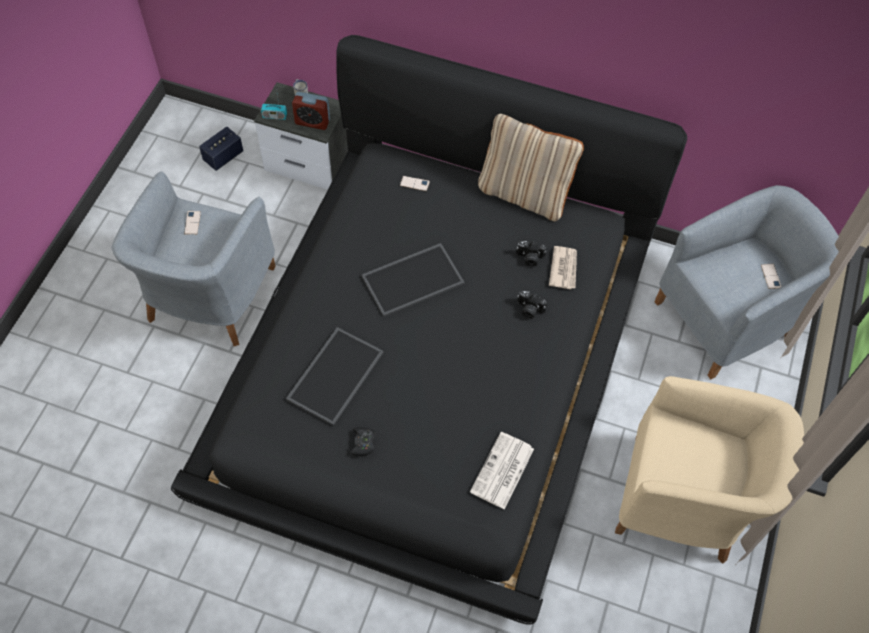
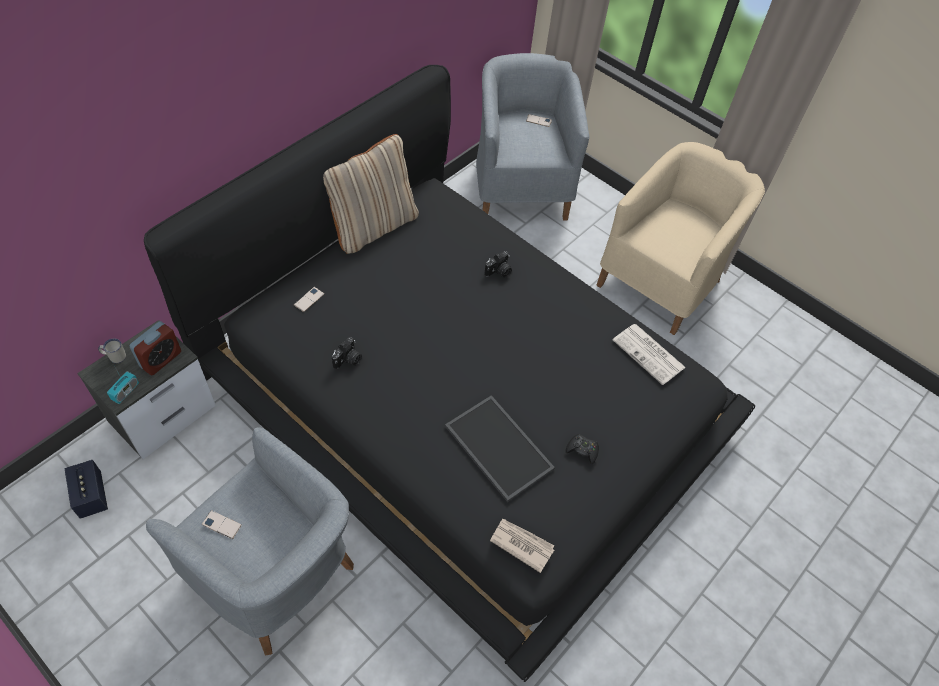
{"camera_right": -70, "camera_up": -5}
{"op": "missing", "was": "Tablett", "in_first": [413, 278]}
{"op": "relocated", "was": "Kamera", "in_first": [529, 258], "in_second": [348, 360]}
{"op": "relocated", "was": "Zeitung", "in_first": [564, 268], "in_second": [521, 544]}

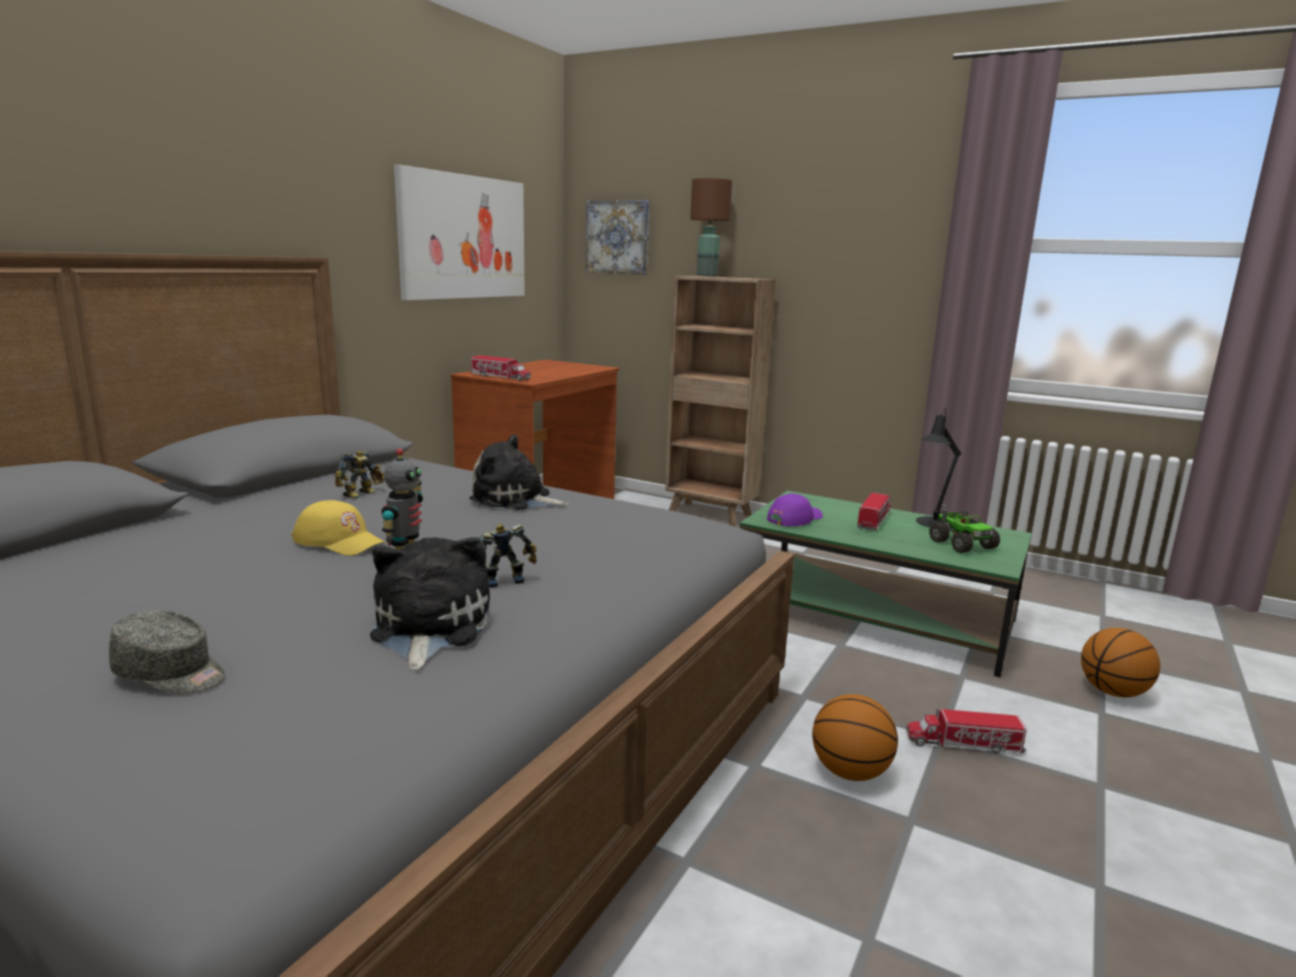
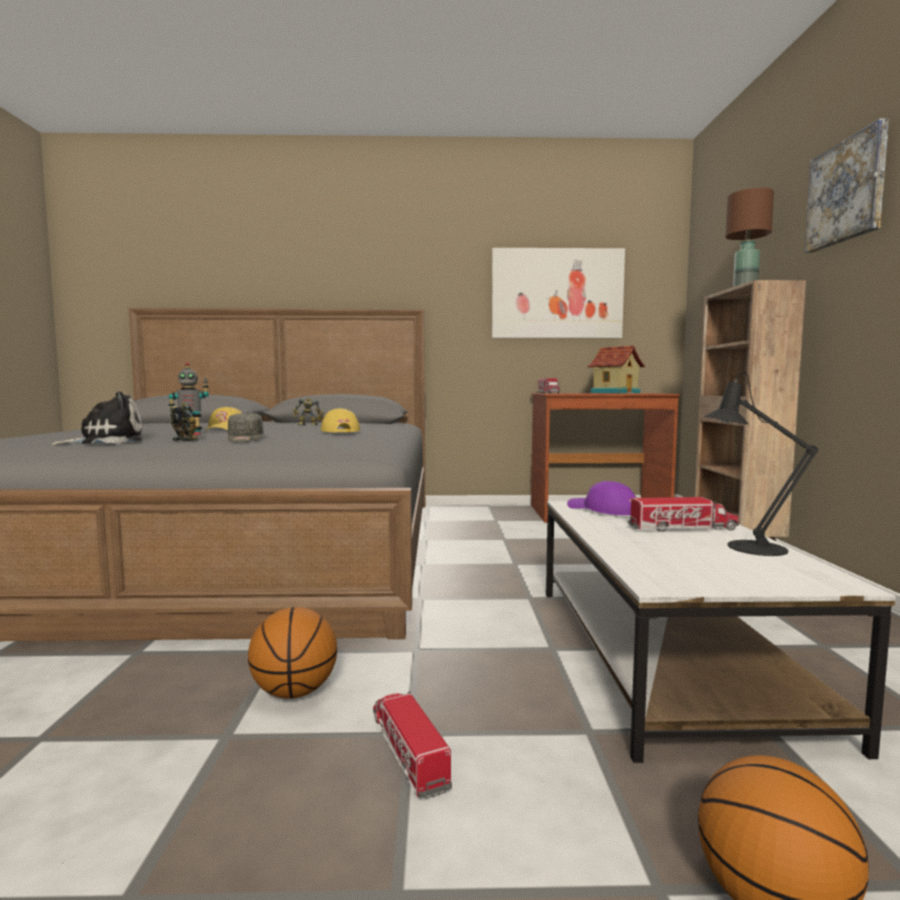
{"camera_right": 60, "camera_up": -10}
{"op": "relocated", "was": "Kappe [grau]", "in_first": [172, 674], "in_second": [245, 439]}
{"op": "exchanged", "was": "Plüschtier", "now": "Kappe [gelb]", "in_first": [515, 499], "in_second": [338, 431]}
{"op": "relocated", "was": "Bild", "in_first": [618, 237], "in_second": [847, 191]}
{"op": "colour", "was": "Couchtisch [grün]", "now": "Couchtisch [weiß]", "in_first": [872, 614], "in_second": [663, 652]}
{"op": "spun", "was": "Kappe [lila]", "in_first": [794, 518], "in_second": [602, 509], "clockwise": -150}
{"op": "missing", "was": "Spielzeuglaster", "in_first": [961, 544]}
{"op": "appeared", "now": "Spielzeughaus", "in_second": [615, 393]}

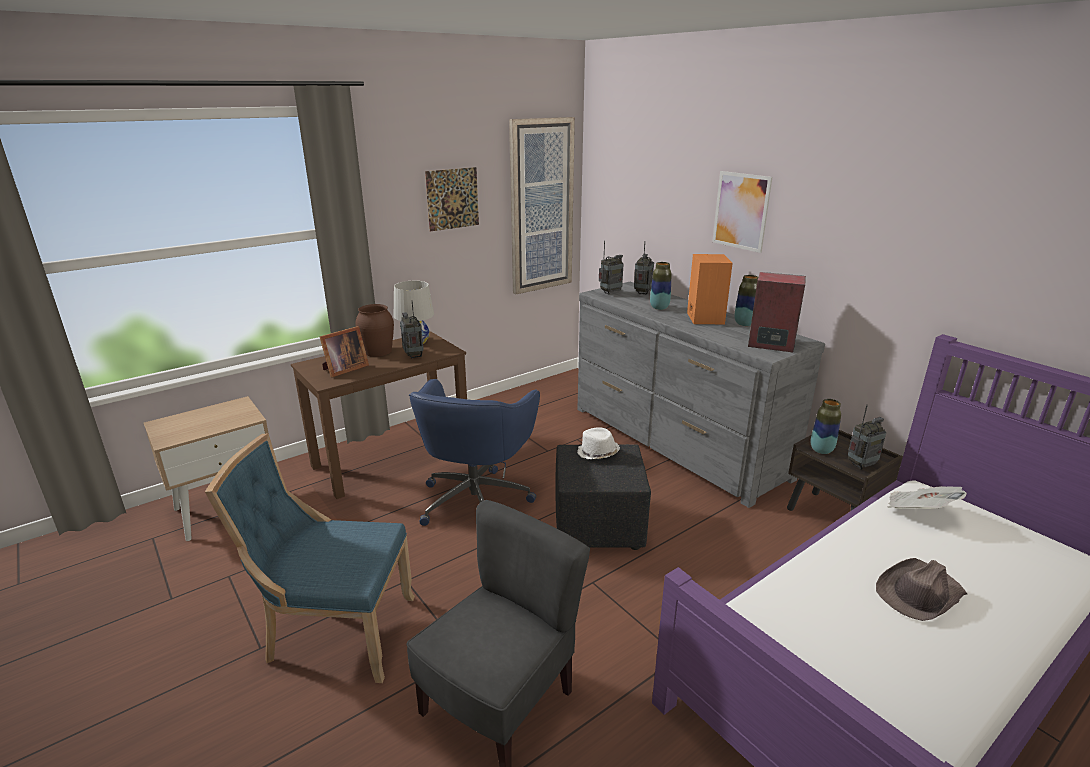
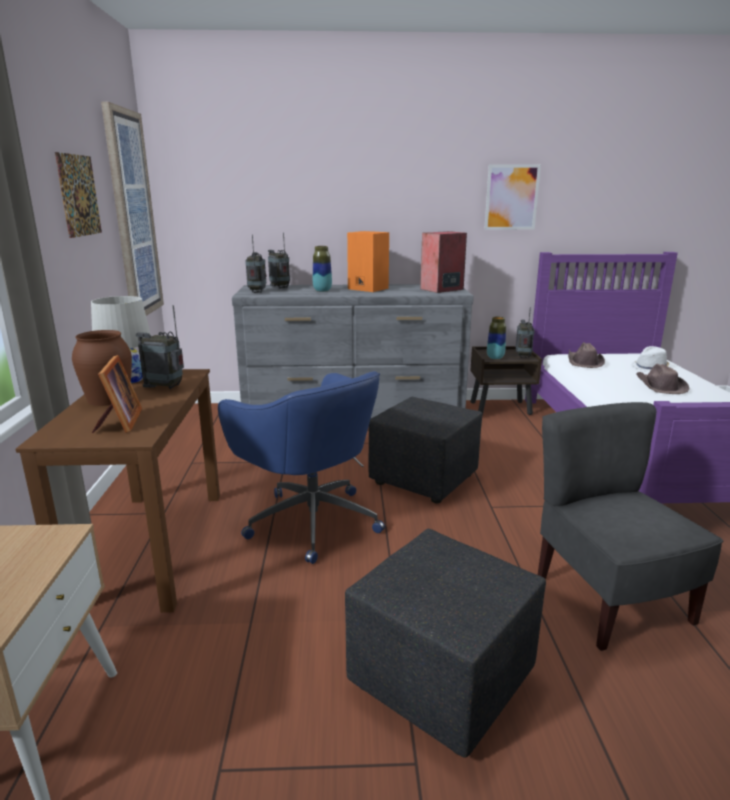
{"camera_right": -55, "camera_up": -5}
{"op": "exchanged", "was": "Stuhl [blau]", "now": "Polsterhocker [schwarz]", "in_first": [336, 632], "in_second": [439, 681]}
{"op": "relocated", "was": "Hut [weiß]", "in_first": [597, 453], "in_second": [650, 368]}
{"op": "relocated", "was": "Bild", "in_first": [741, 211], "in_second": [511, 197]}
{"op": "missing", "was": "Vase", "in_first": [744, 324]}
{"op": "exchanged", "was": "Zeitung", "now": "Hut [braun]", "in_first": [918, 511], "in_second": [584, 362]}

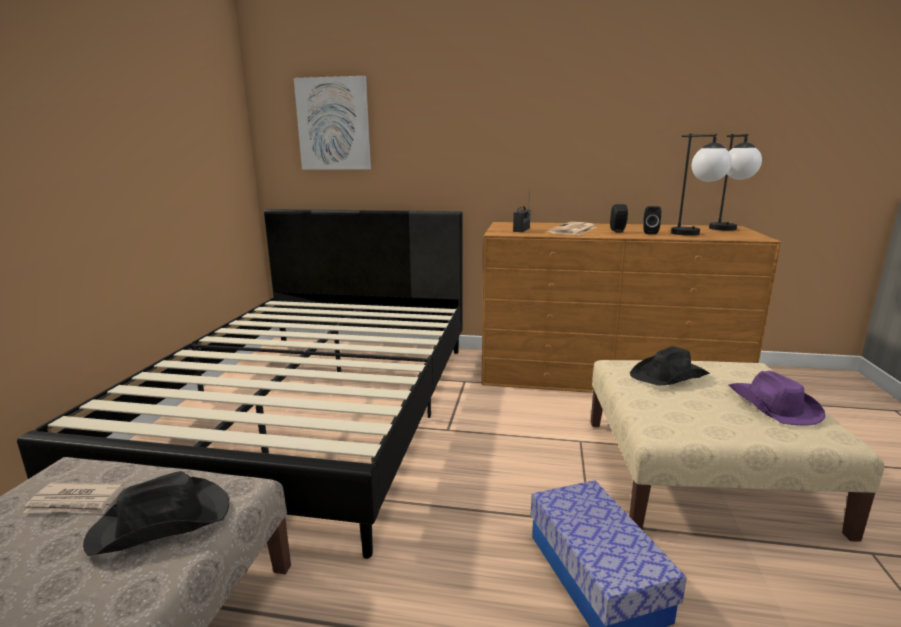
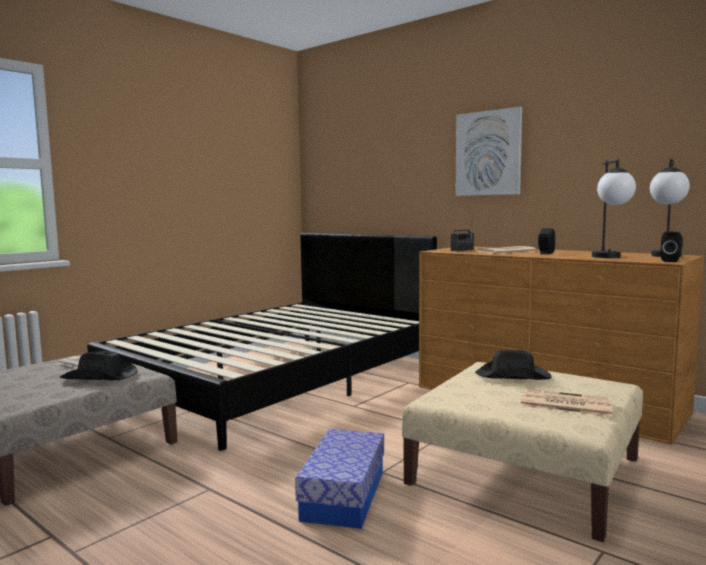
{"camera_right": 30, "camera_up": -10}
{"op": "relocated", "was": "Bild", "in_first": [333, 124], "in_second": [488, 153]}
{"op": "relocated", "was": "Lautsprecher [schwarz]", "in_first": [649, 232], "in_second": [671, 261]}
{"op": "exchanged", "was": "Hut [lila]", "now": "Zeitung", "in_first": [772, 406], "in_second": [564, 404]}

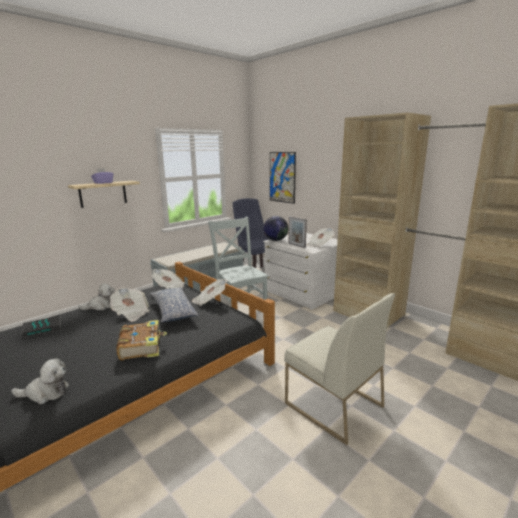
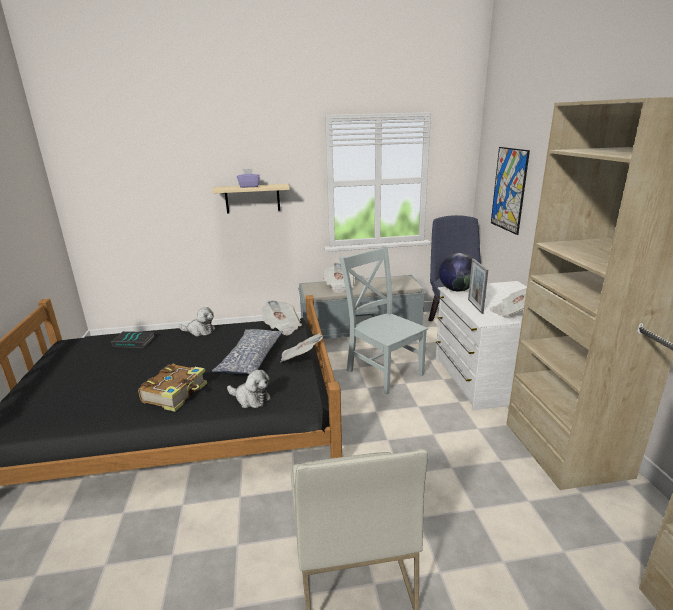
{"camera_right": 35, "camera_up": 5}
{"op": "relocated", "was": "Plüschtier", "in_first": [45, 393], "in_second": [251, 399]}
{"op": "relocated", "was": "Zeitung", "in_first": [131, 313], "in_second": [339, 286]}
{"op": "spun", "was": "Stuhl [grau]", "in_first": [240, 306], "in_second": [383, 371], "clockwise": -45}

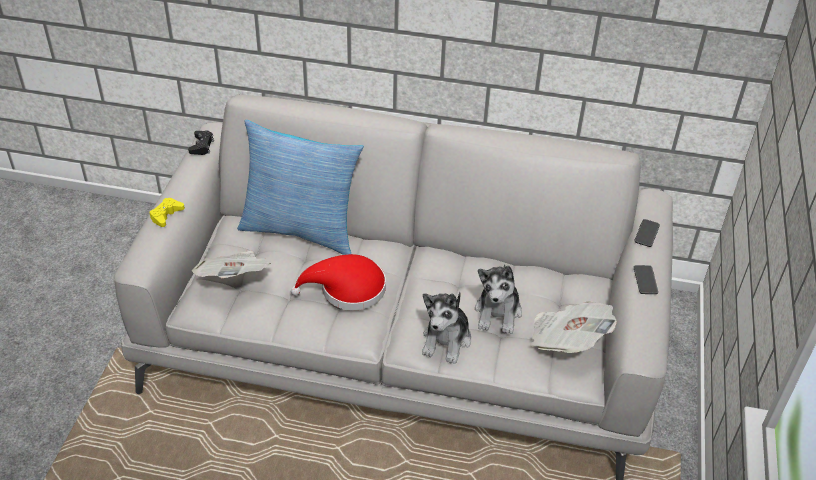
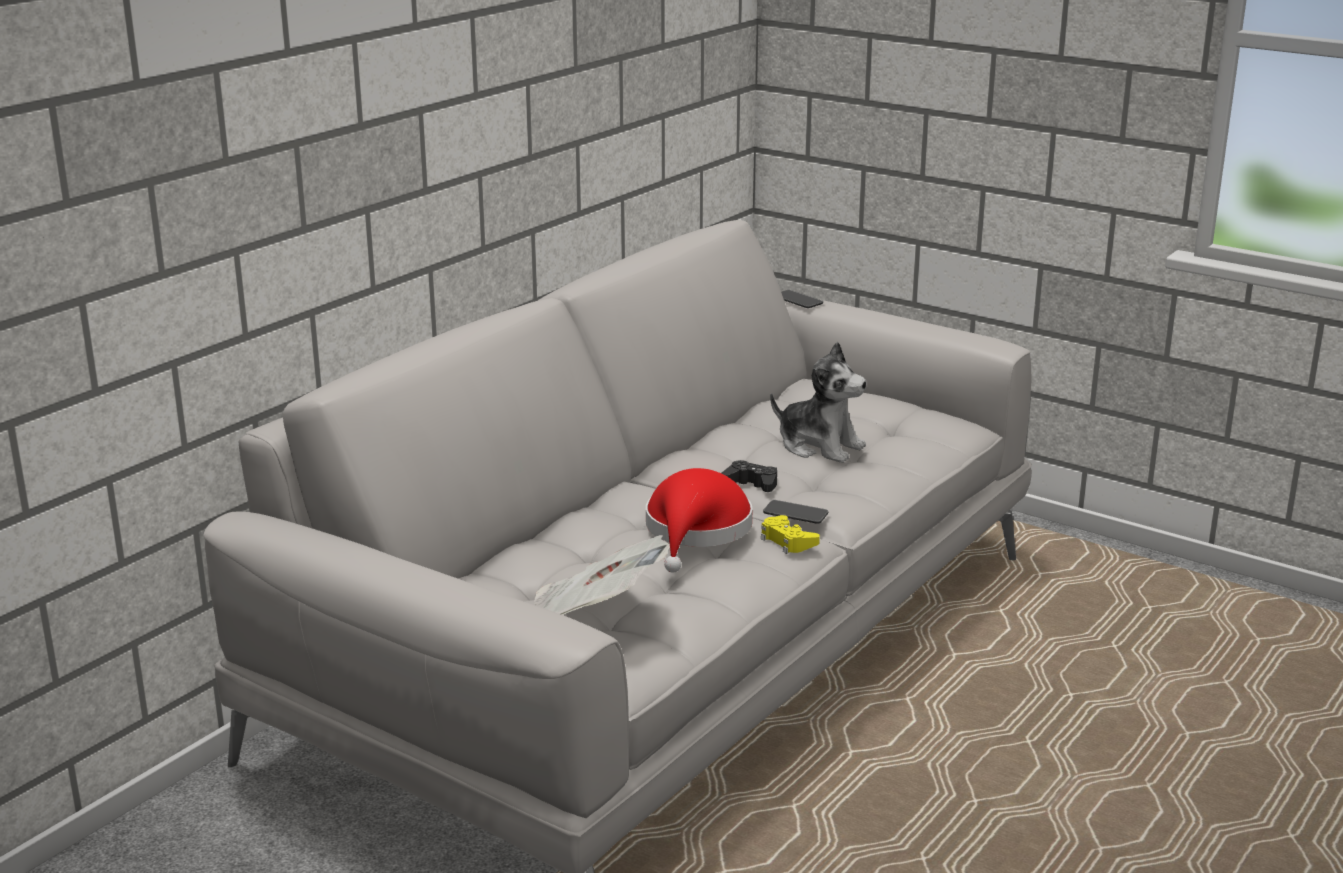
{"camera_right": -65, "camera_up": -20}
{"op": "relocated", "was": "Gamepad [gelb]", "in_first": [166, 215], "in_second": [787, 541]}
{"op": "relocated", "was": "Gamepad [schwarz]", "in_first": [202, 146], "in_second": [751, 483]}
{"op": "missing", "was": "Kissen", "in_first": [301, 229]}
{"op": "missing", "was": "Plüschtier", "in_first": [446, 340]}
{"op": "missing", "was": "Zeitung", "in_first": [567, 340]}
{"op": "relocated", "was": "Handy", "in_first": [645, 280], "in_second": [795, 513]}

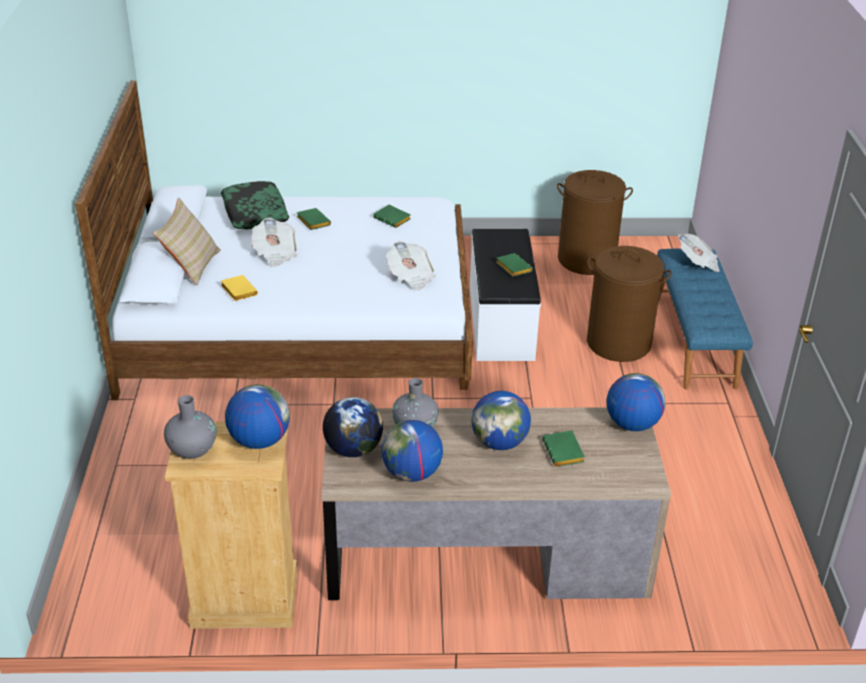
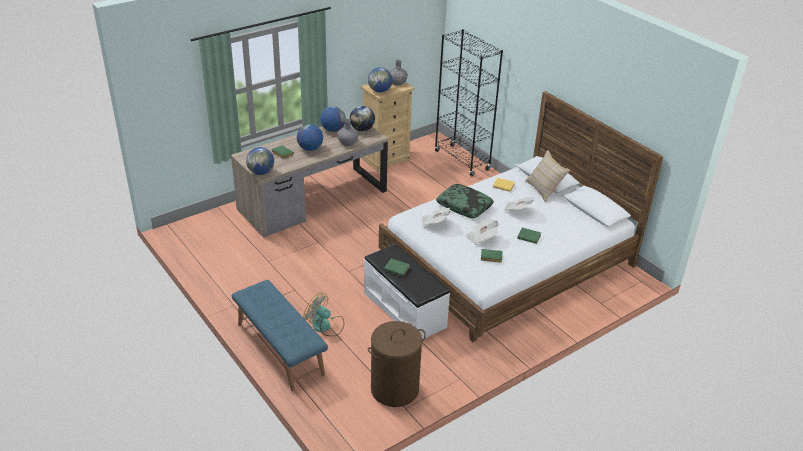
{"camera_right": 145, "camera_up": 0}
{"op": "relocated", "was": "Kissen", "in_first": [254, 213], "in_second": [464, 206]}
{"op": "exchanged", "was": "Wäschekorb [braun]", "now": "Ventilator", "in_first": [619, 343], "in_second": [325, 326]}
{"op": "relocated", "was": "Zeitung", "in_first": [698, 263], "in_second": [481, 238]}
{"op": "appeared", "now": "Bücherregal [schwarz]", "in_second": [462, 160]}

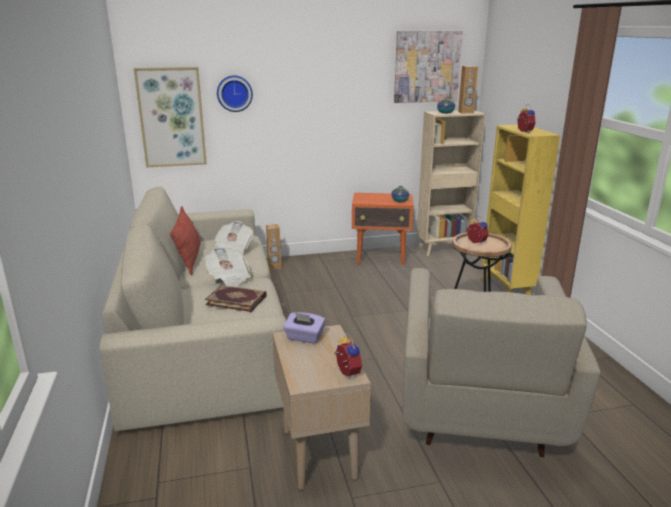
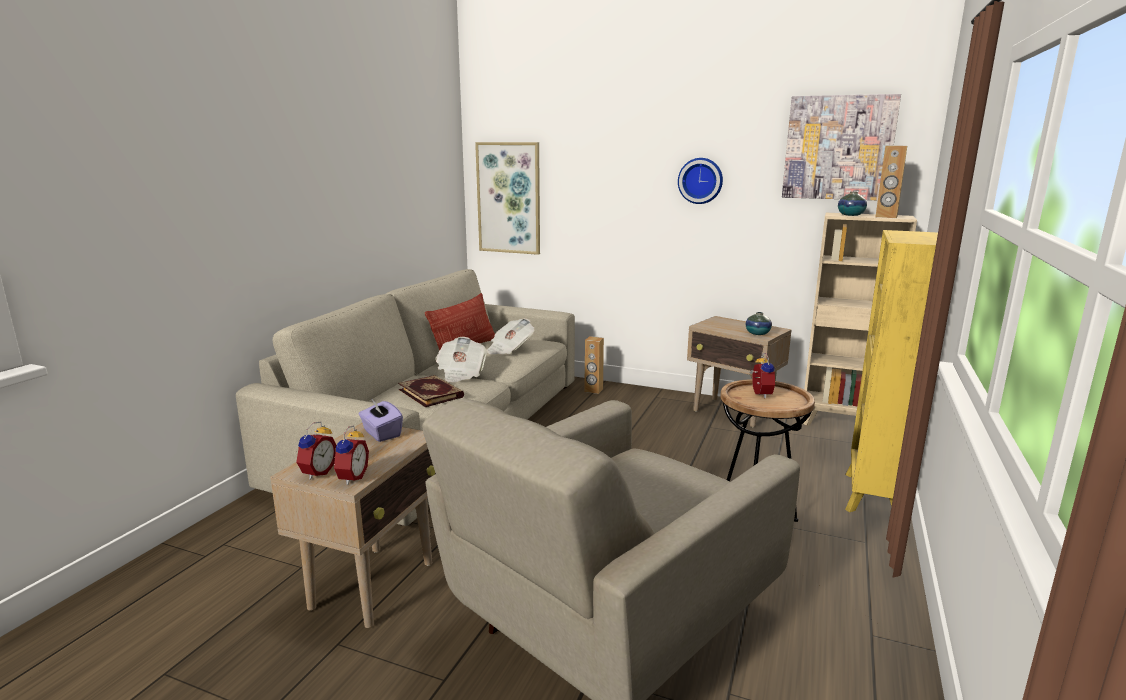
{"camera_right": 35, "camera_up": -5}
{"op": "relocated", "was": "Wanduhr", "in_first": [234, 93], "in_second": [700, 180]}
{"op": "colour", "was": "Beistelltisch [orange]", "now": "Beistelltisch [beige]", "in_first": [381, 259], "in_second": [733, 413]}
{"op": "relocated", "was": "Wecker", "in_first": [523, 131], "in_second": [317, 472]}

